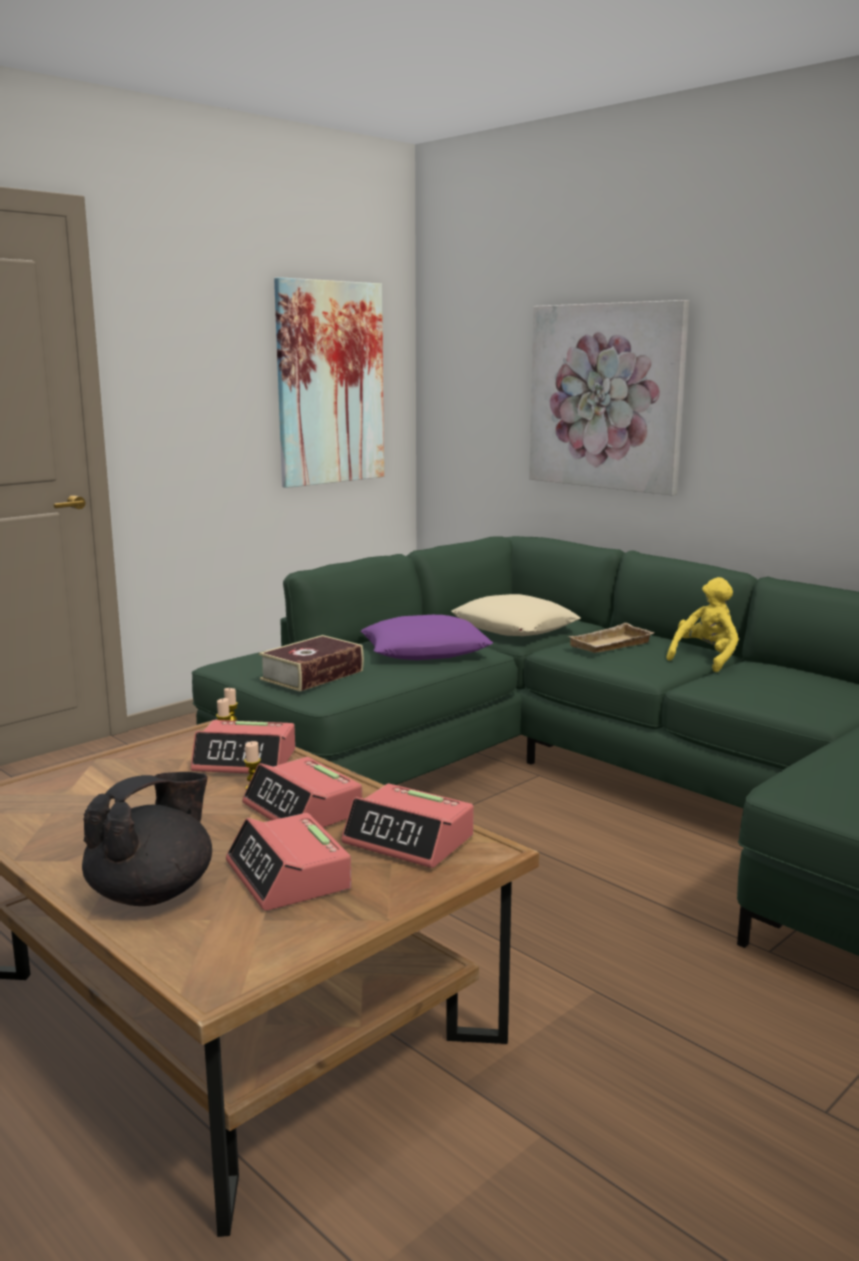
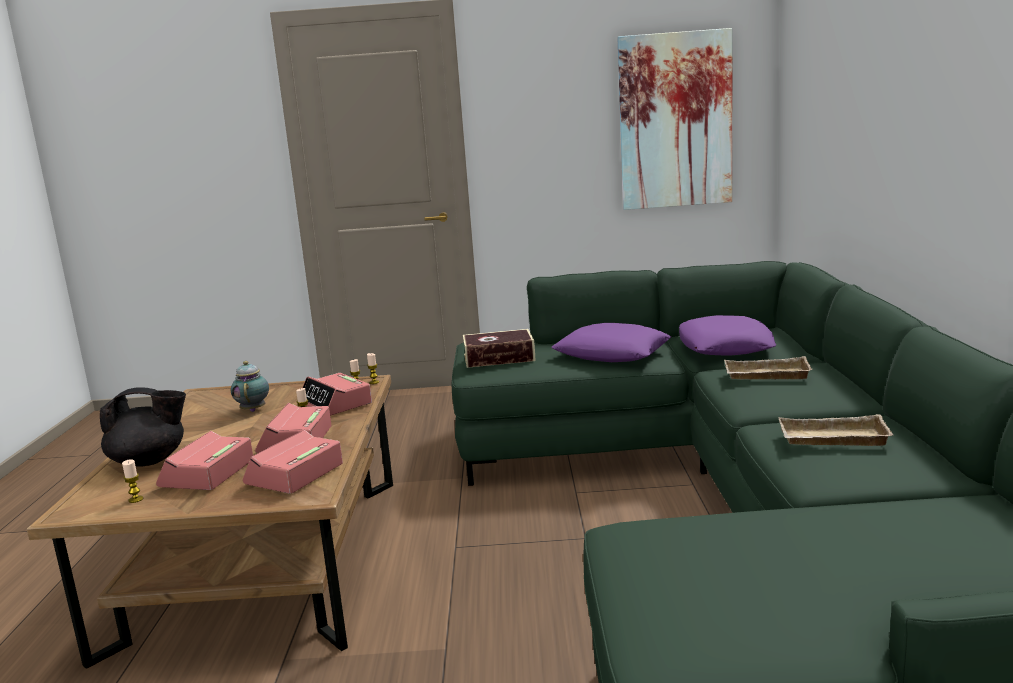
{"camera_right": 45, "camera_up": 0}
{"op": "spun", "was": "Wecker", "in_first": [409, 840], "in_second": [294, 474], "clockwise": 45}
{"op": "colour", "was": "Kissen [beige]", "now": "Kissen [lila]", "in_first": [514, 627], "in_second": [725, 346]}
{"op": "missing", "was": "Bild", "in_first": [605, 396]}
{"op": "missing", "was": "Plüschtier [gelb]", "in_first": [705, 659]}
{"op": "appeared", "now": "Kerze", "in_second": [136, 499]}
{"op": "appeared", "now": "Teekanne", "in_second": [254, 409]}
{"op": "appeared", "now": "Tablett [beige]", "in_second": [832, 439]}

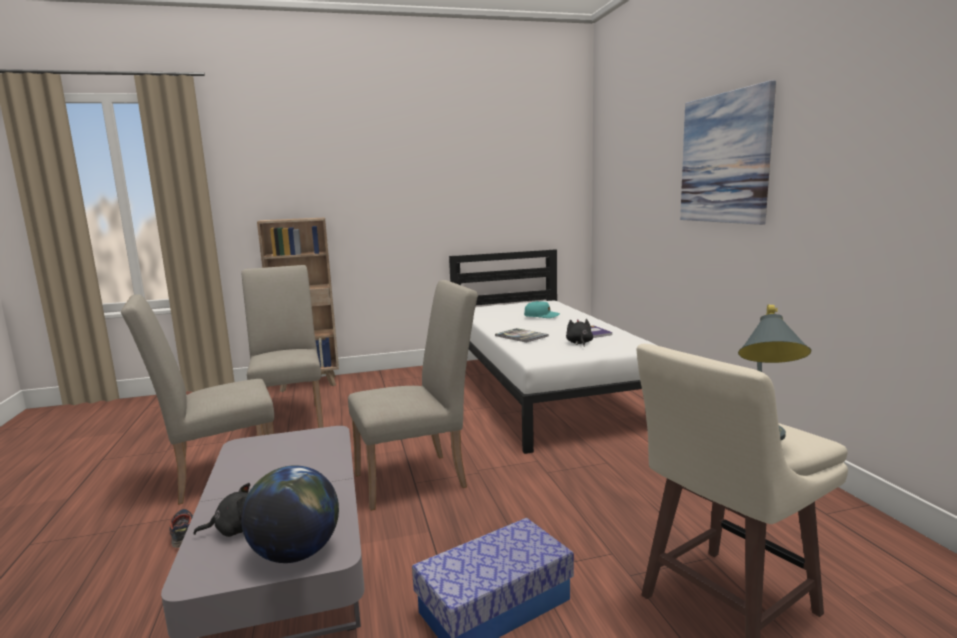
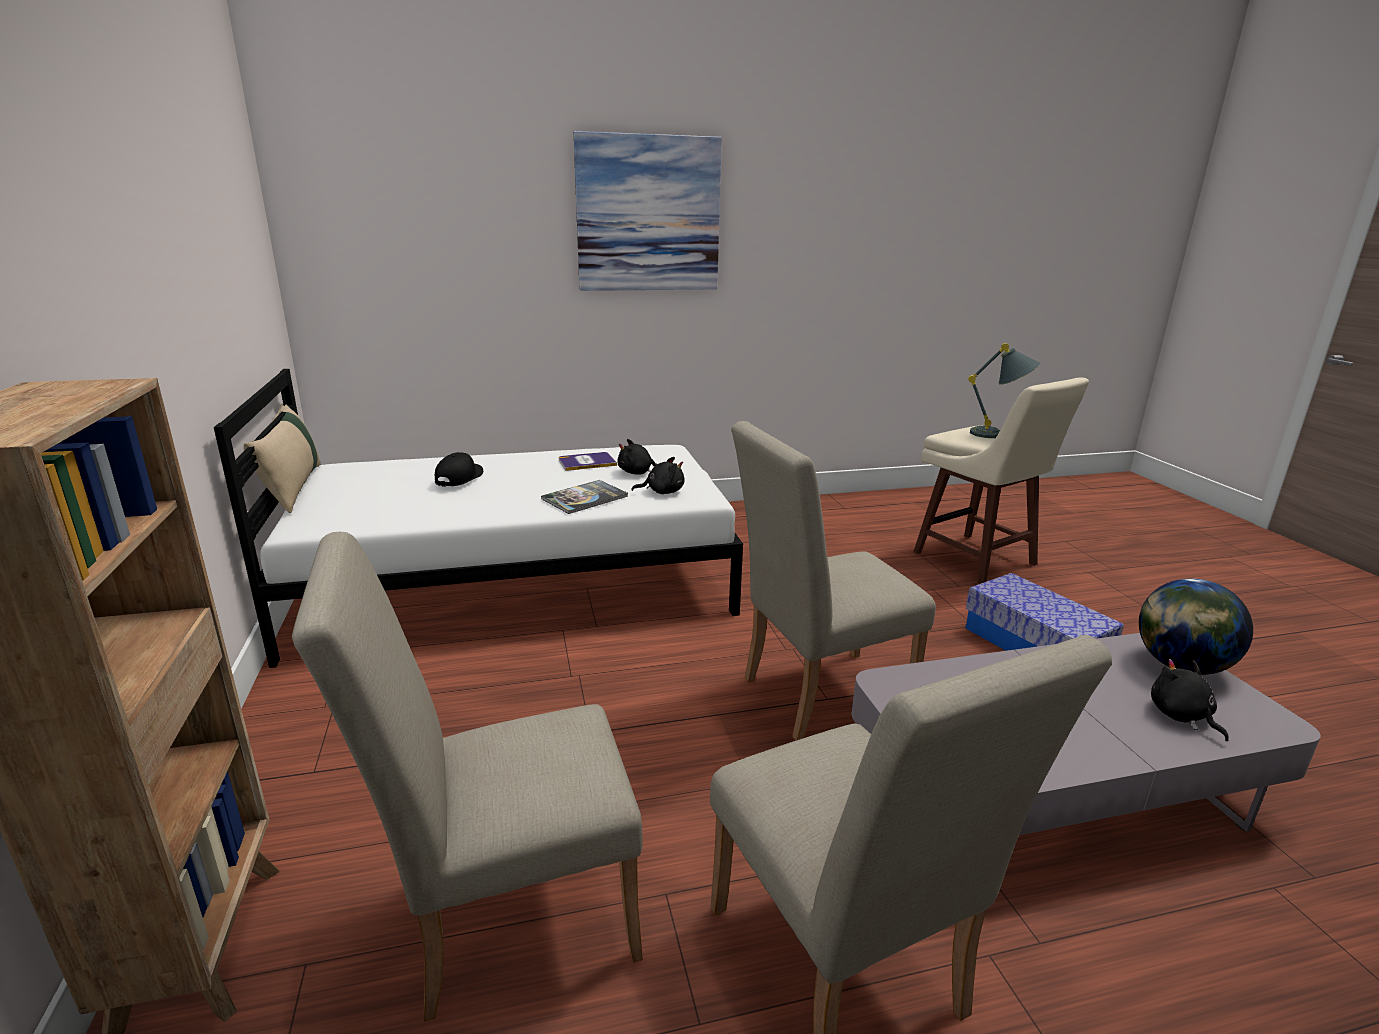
{"camera_right": -90, "camera_up": 10}
{"op": "missing", "was": "Schuh", "in_first": [182, 533]}
{"op": "spun", "was": "Stuhl [beige]", "in_first": [419, 478], "in_second": [815, 695], "clockwise": -90}
{"op": "colour", "was": "Kappe [türkis]", "now": "Kappe [schwarz]", "in_first": [541, 316], "in_second": [459, 478]}
{"op": "appeared", "now": "Kissen [beige]", "in_second": [293, 488]}
{"op": "appeared", "now": "Plüschtier [schwarz]", "in_second": [662, 492]}

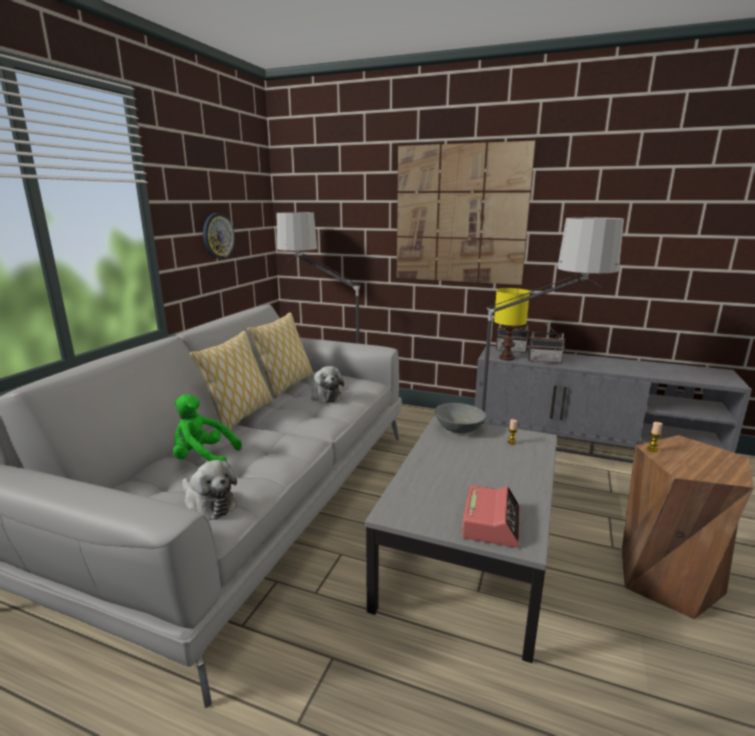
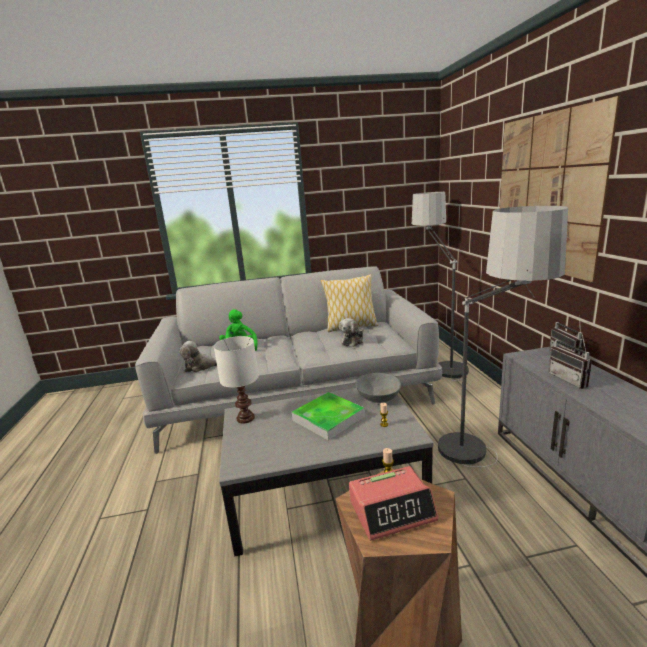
{"camera_right": 60, "camera_up": 0}
{"op": "spun", "was": "Plüschtier", "in_first": [208, 504], "in_second": [201, 366], "clockwise": 75}
{"op": "missing", "was": "Kissen", "in_first": [239, 416]}
{"op": "missing", "was": "Wanduhr", "in_first": [217, 236]}
{"op": "relocated", "was": "Wecker", "in_first": [491, 523], "in_second": [392, 510]}
{"op": "missing", "was": "Tischlampe [gelb]", "in_first": [506, 358]}
{"op": "appeared", "now": "Tischlampe [weiß]", "in_second": [245, 418]}
{"op": "appeared", "now": "Tablett", "in_second": [328, 418]}

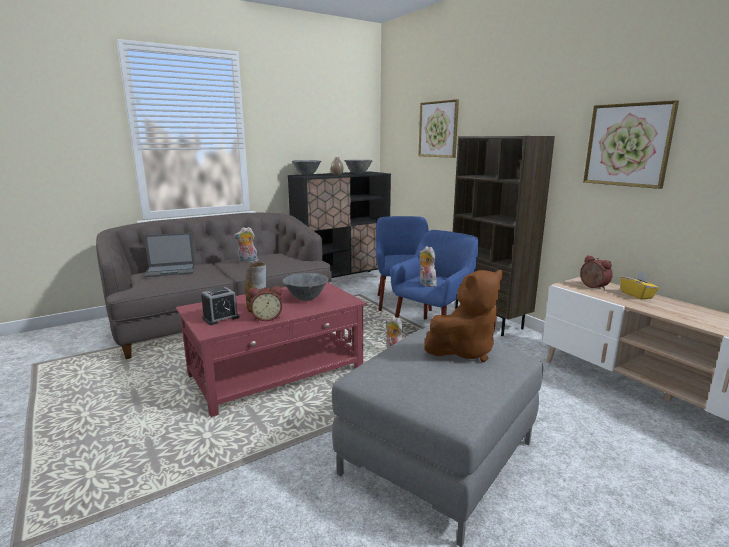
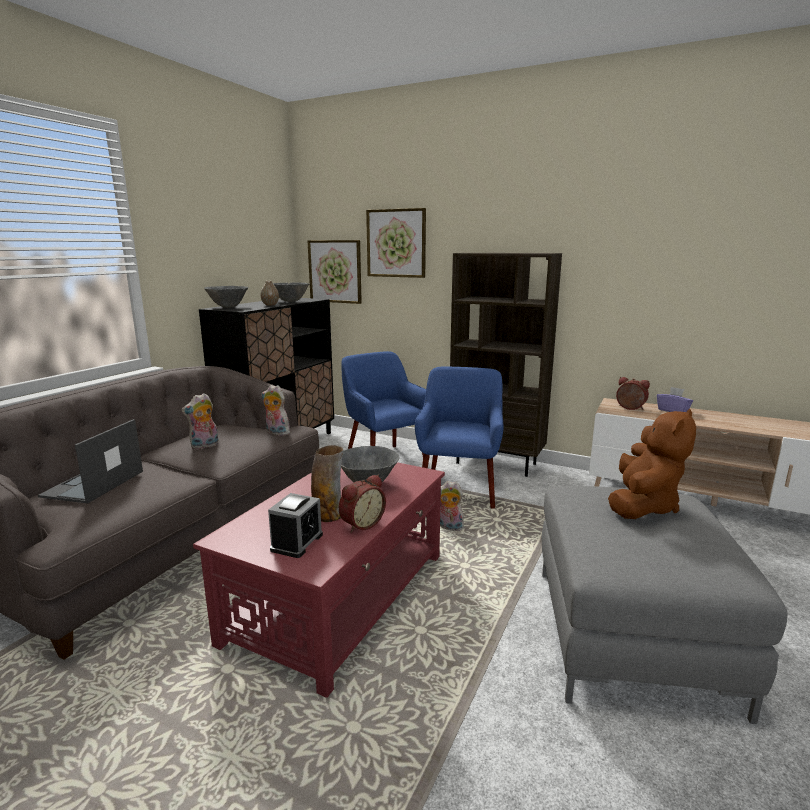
{"camera_right": -30, "camera_up": 0}
{"op": "spun", "was": "Laptop", "in_first": [171, 270], "in_second": [93, 484], "clockwise": 150}
{"op": "relocated", "was": "Plüschtier", "in_first": [426, 284], "in_second": [276, 433]}
{"op": "relocated", "was": "Bild", "in_first": [628, 145], "in_second": [335, 271]}
{"op": "colour", "was": "Taschentuchbox [gelb]", "now": "Taschentuchbox [lila]", "in_first": [637, 295], "in_second": [673, 410]}

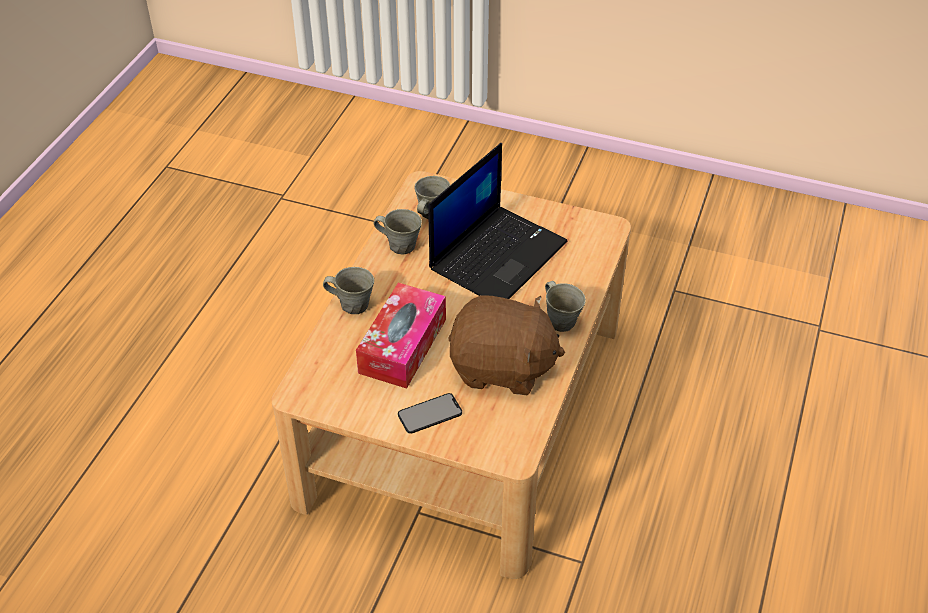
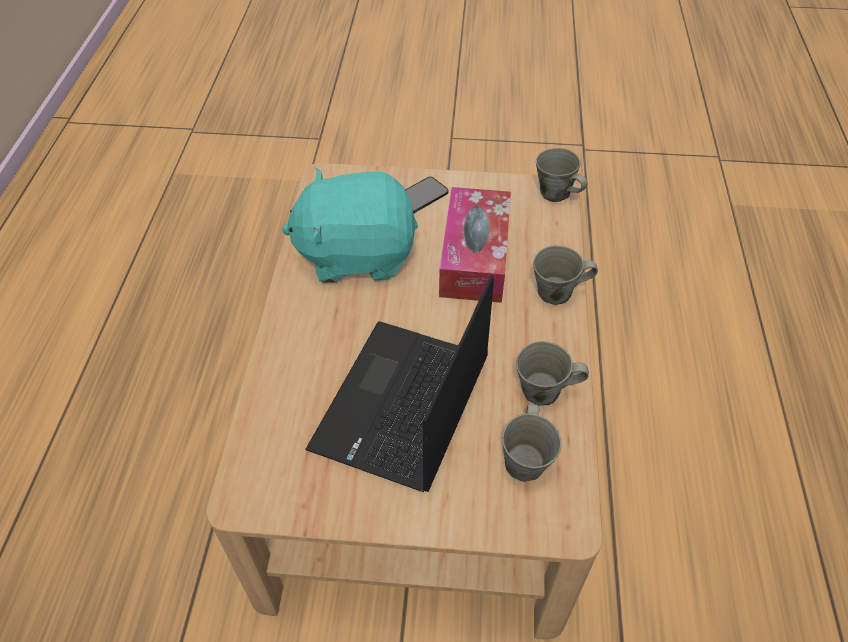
{"camera_right": 165, "camera_up": 5}
{"op": "colour", "was": "Plüschtier [braun]", "now": "Plüschtier [türkis]", "in_first": [502, 368], "in_second": [356, 254]}
{"op": "relocated", "was": "Henkelbecher [grau]", "in_first": [561, 320], "in_second": [556, 194]}

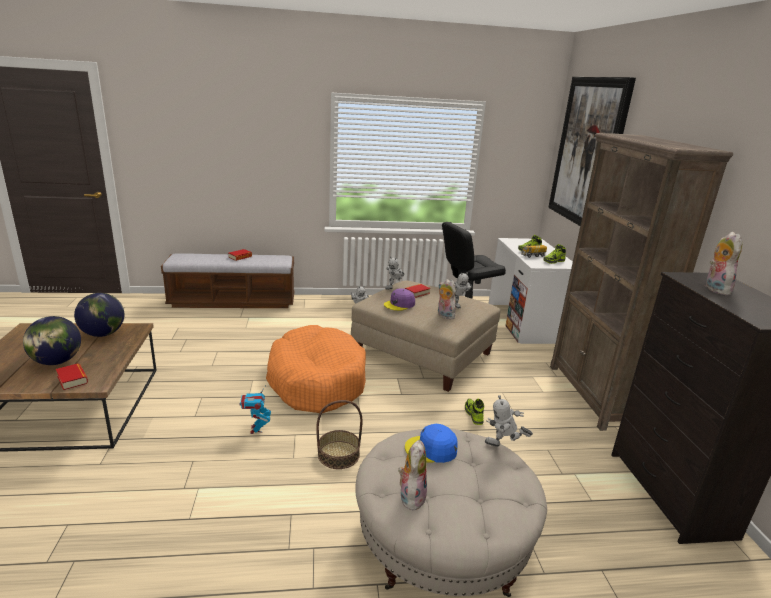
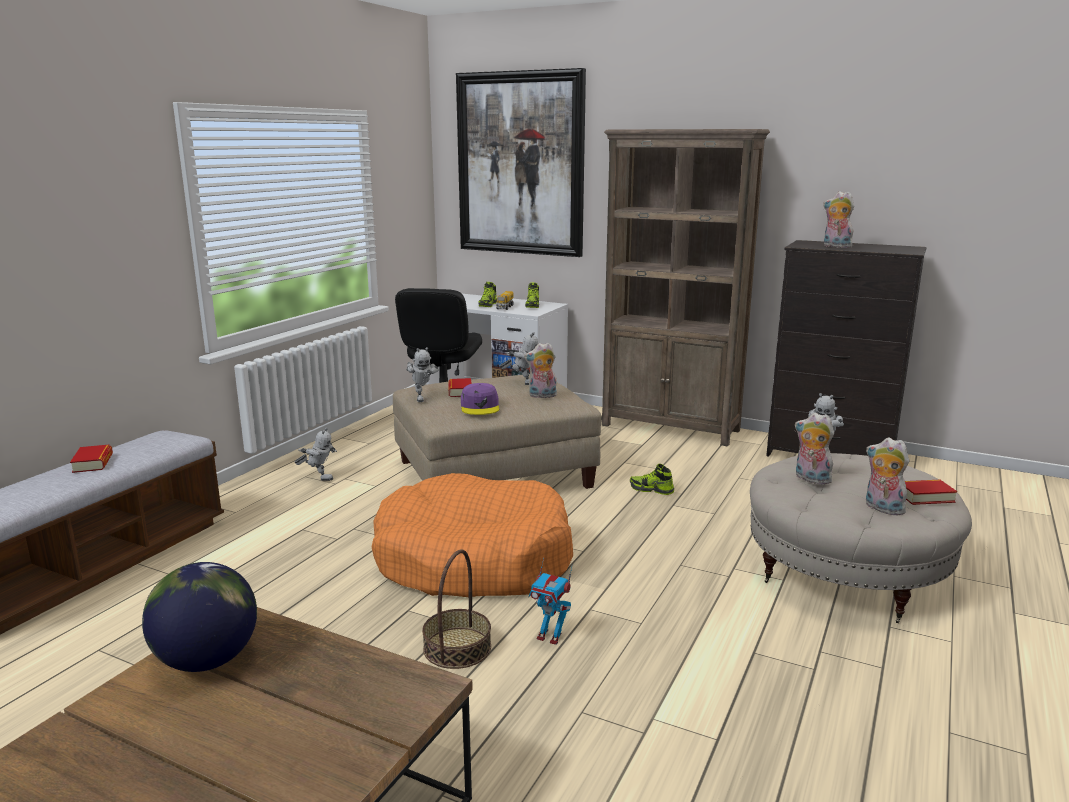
{"camera_right": -55, "camera_up": -5}
{"op": "missing", "was": "Globus", "in_first": [57, 361]}
{"op": "relocated", "was": "Buch", "in_first": [72, 379], "in_second": [925, 497]}
{"op": "relocated", "was": "Korb", "in_first": [338, 454], "in_second": [457, 648]}
{"op": "exchanged", "was": "Kappe [blau]", "now": "Plüschtier", "in_first": [431, 449], "in_second": [810, 479]}

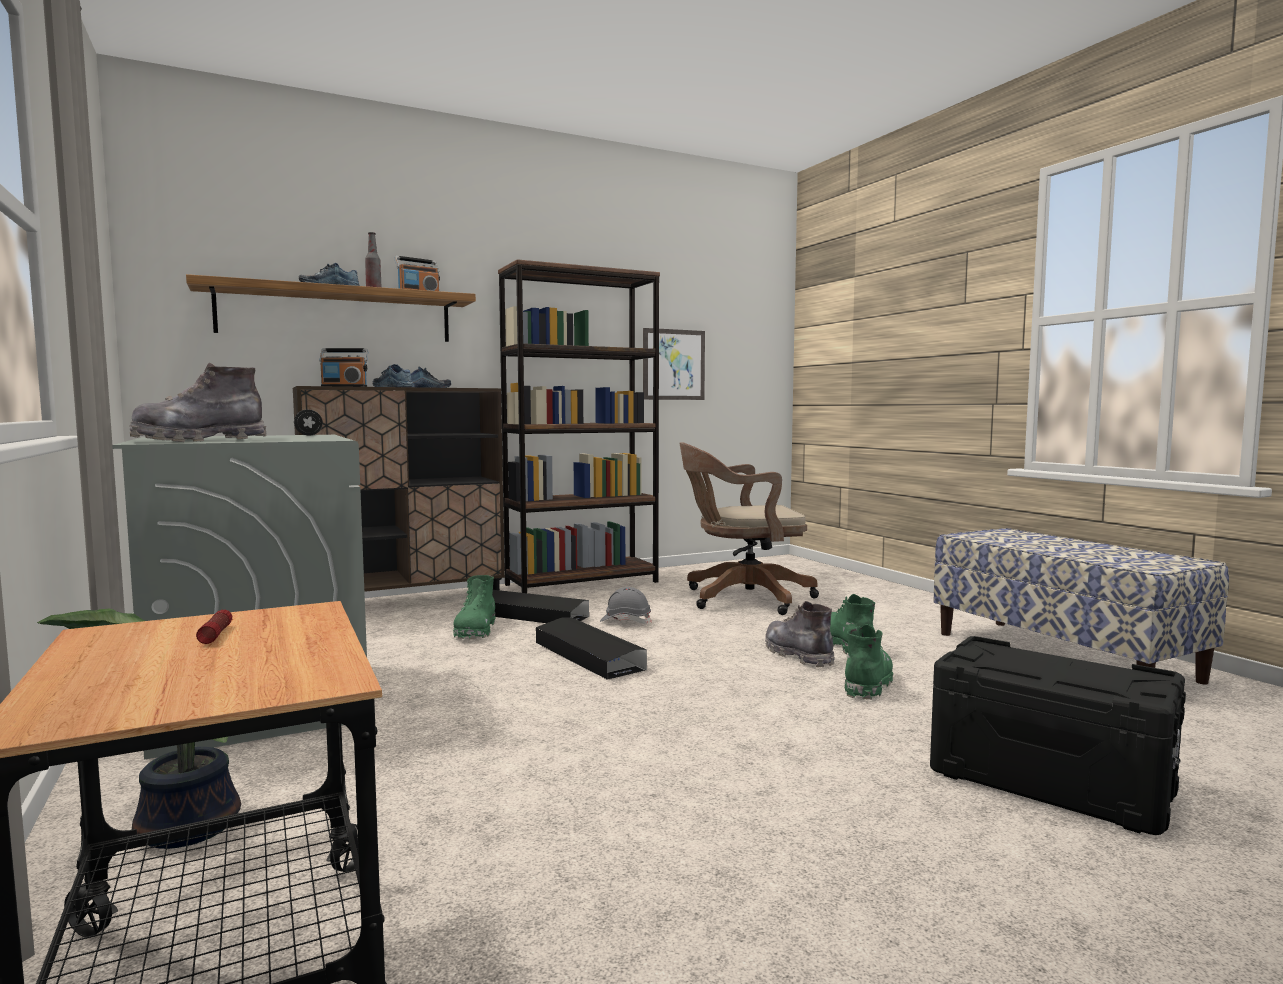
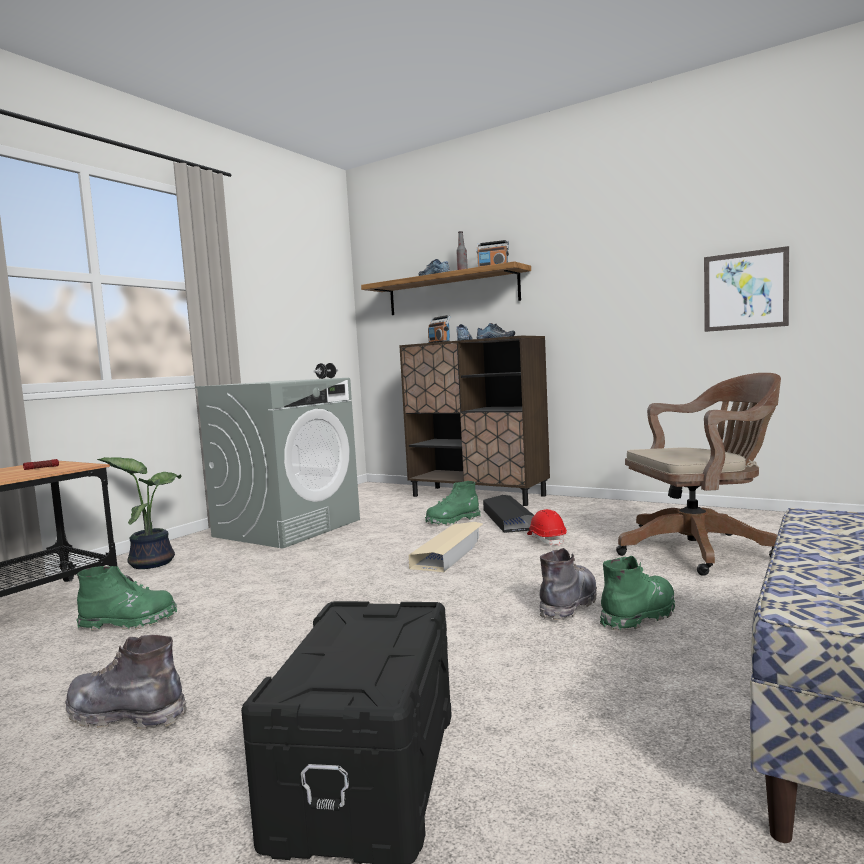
{"camera_right": 60, "camera_up": 0}
{"op": "relocated", "was": "Stiefel [grau]", "in_first": [200, 440], "in_second": [126, 715]}
{"op": "missing", "was": "Bücherregal [braun]", "in_first": [582, 583]}
{"op": "colour", "was": "Aufbewahrungsbox [schwarz]", "now": "Aufbewahrungsbox [beige]", "in_first": [588, 656], "in_second": [449, 553]}
{"op": "colour", "was": "Schutzhelm [grau]", "now": "Schutzhelm [rot]", "in_first": [625, 621], "in_second": [546, 540]}
{"op": "spun", "was": "Bürostuhl [braun]", "in_first": [741, 599], "in_second": [701, 550], "clockwise": 120}
{"op": "relocated", "was": "Stiefel [grün]", "in_first": [867, 684], "in_second": [128, 622]}

